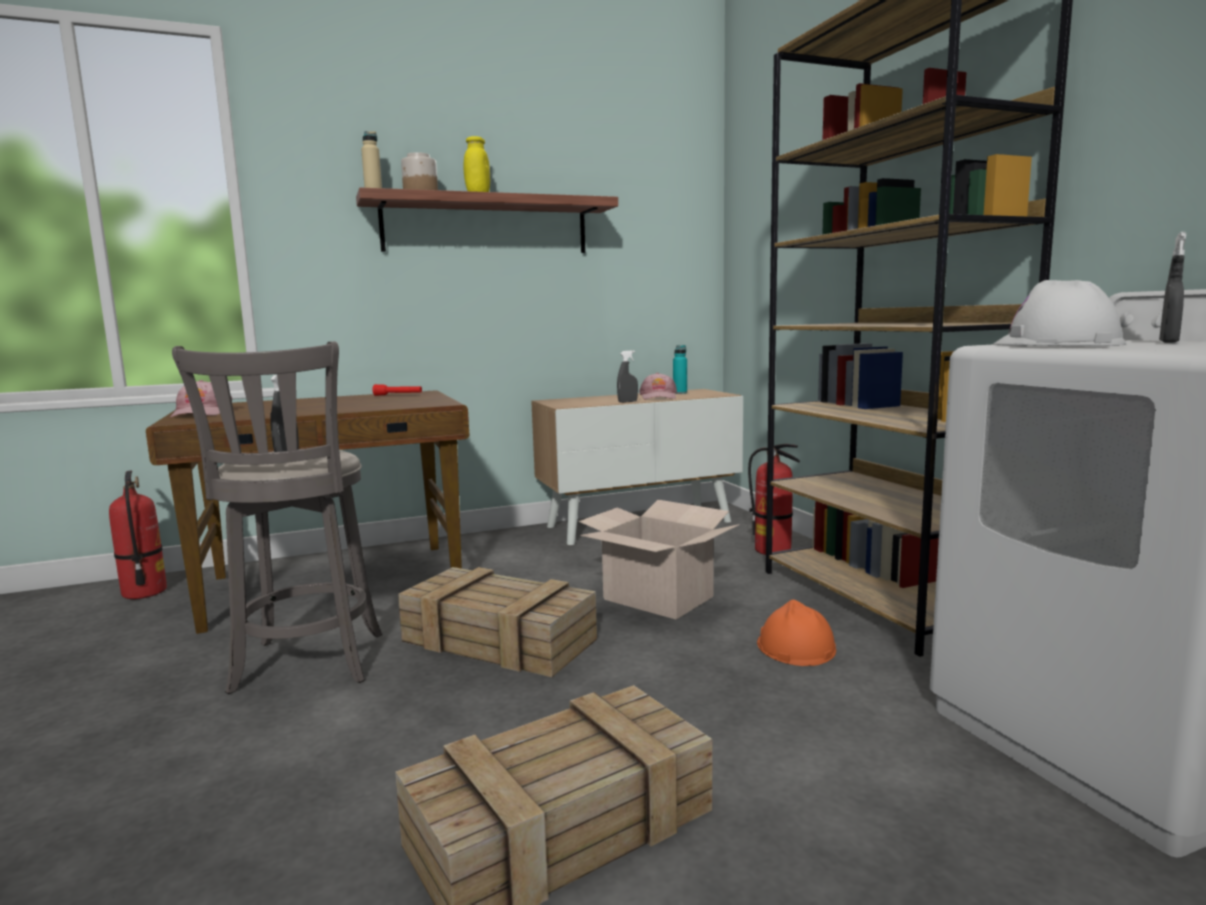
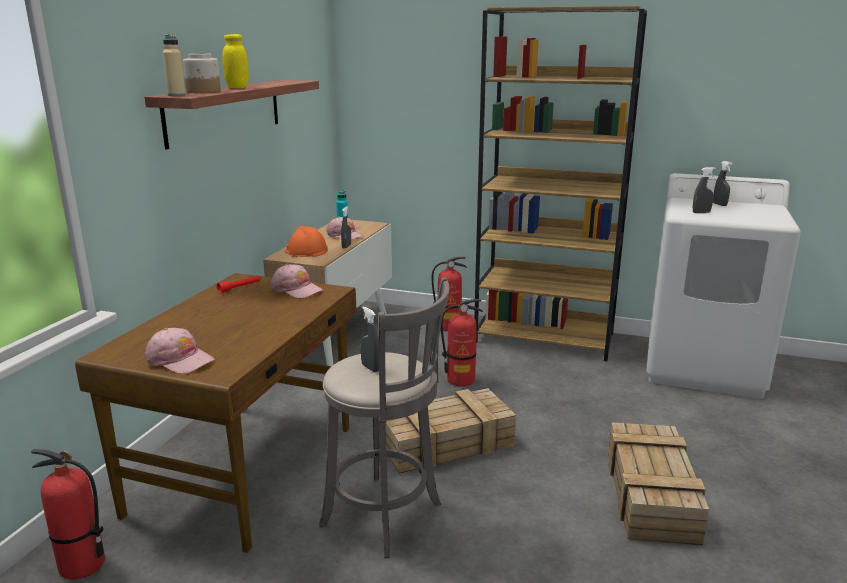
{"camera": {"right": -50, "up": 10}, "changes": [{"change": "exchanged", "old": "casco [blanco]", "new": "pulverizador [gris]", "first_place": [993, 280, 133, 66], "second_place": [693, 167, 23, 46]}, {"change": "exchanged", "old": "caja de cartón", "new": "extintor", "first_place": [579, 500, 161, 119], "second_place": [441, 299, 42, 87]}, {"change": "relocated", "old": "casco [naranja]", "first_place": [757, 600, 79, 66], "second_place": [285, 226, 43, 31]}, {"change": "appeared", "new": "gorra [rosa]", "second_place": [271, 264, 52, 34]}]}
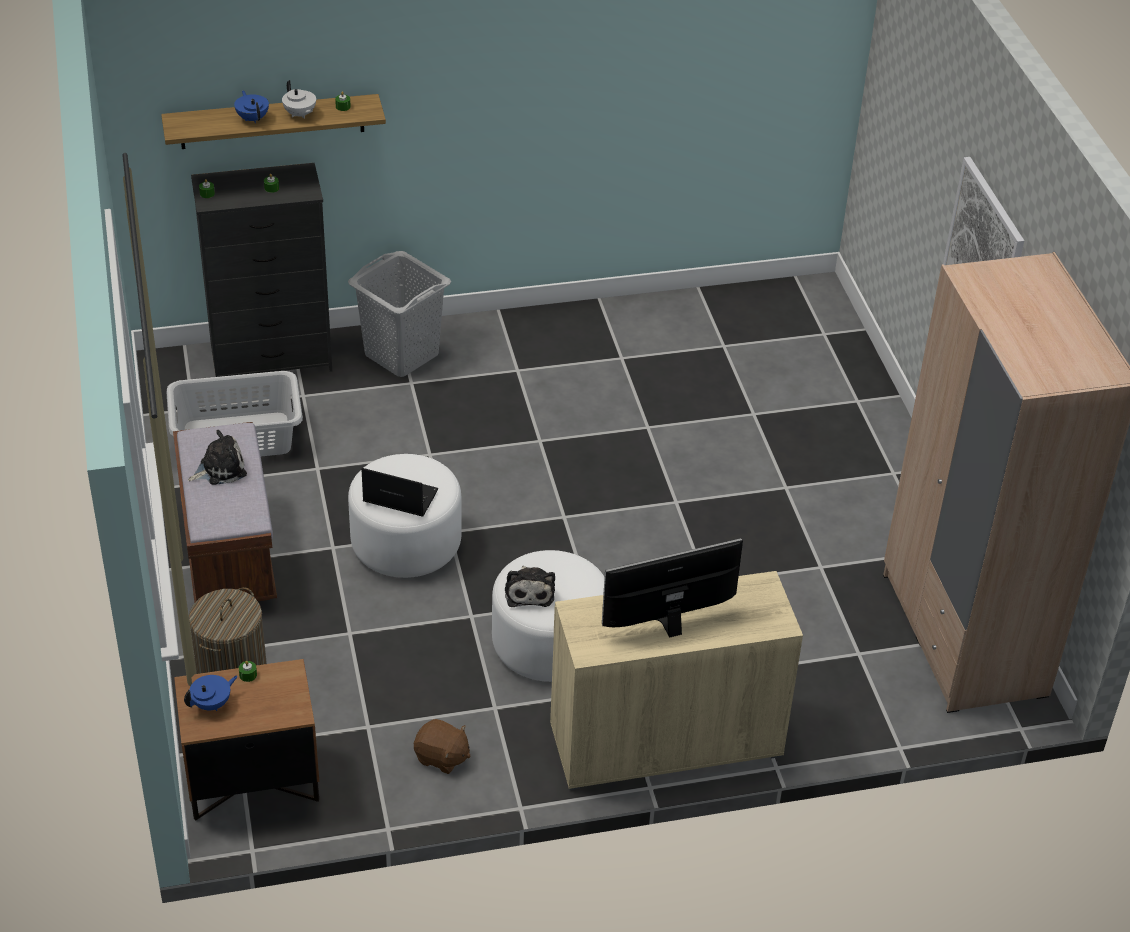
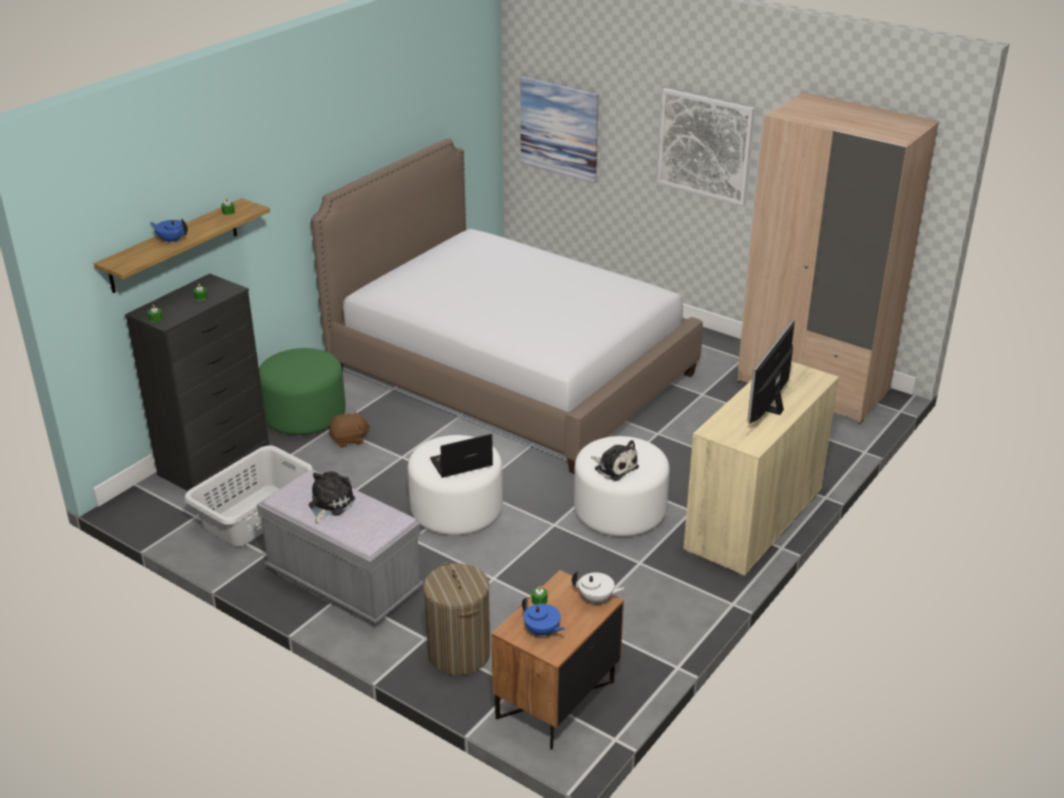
{"camera": {"right": -40, "up": -10}, "changes": [{"change": "relocated", "old": "tetera [blanco]", "first_place": [282, 80, 34, 39], "second_place": [572, 571, 52, 34]}, {"change": "exchanged", "old": "cesto de la ropa [gris]", "new": "puf [verde]", "first_place": [348, 251, 103, 126], "second_place": [259, 348, 87, 87]}, {"change": "colour", "old": "banco [marrón]", "new": "banco [gris]", "first_place": [173, 422, 104, 181], "second_place": [257, 470, 166, 156]}, {"change": "spun", "old": "tetera [azul]", "first_place": [184, 675, 54, 36], "second_place": [522, 597, 43, 39], "degrees": 120}, {"change": "relocated", "old": "peluche [marrón]", "first_place": [414, 719, 57, 55], "second_place": [329, 411, 41, 37]}, {"change": "appeared", "new": "cuadro", "second_place": [520, 77, 79, 107]}, {"change": "appeared", "new": "cama", "second_place": [311, 138, 392, 336]}]}
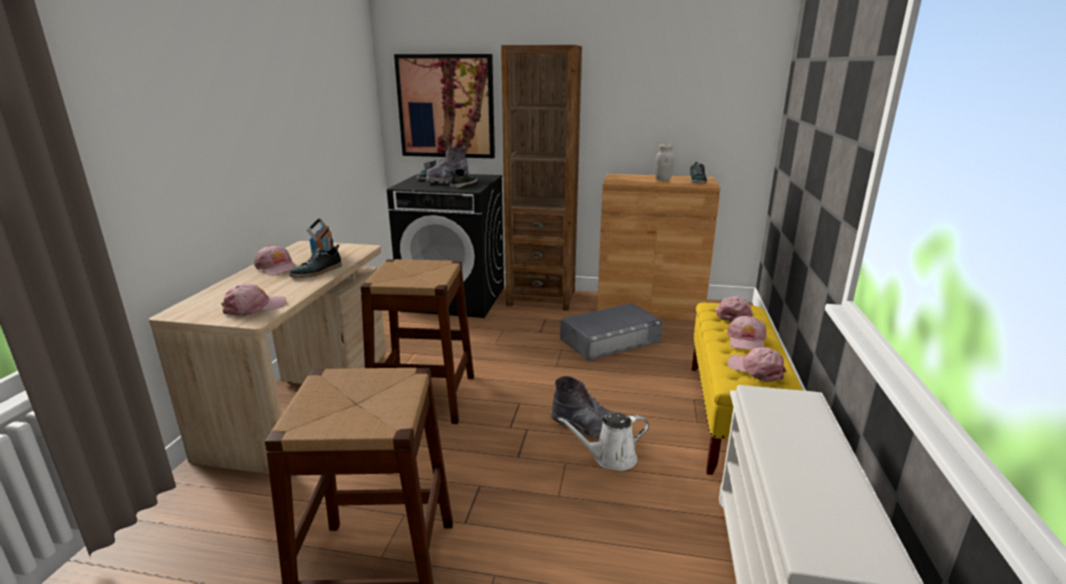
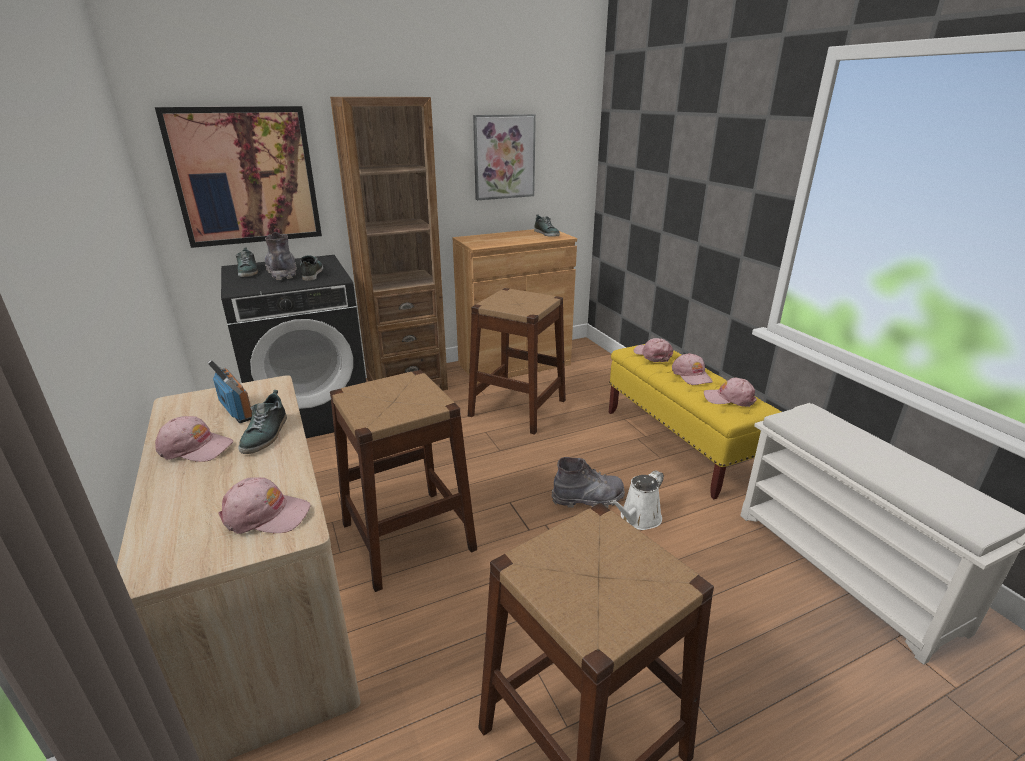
{"camera": {"right": -35, "up": 5}, "changes": [{"change": "missing", "old": "tarro [blanco]", "first_place": [655, 144, 19, 36]}, {"change": "spun", "old": "bota [gris]", "first_place": [426, 146, 43, 38], "second_place": [265, 232, 32, 48], "degrees": 150}, {"change": "spun", "old": "gorra [rosa]", "first_place": [221, 283, 65, 33], "second_place": [218, 477, 93, 57], "degrees": 75}, {"change": "exchanged", "old": "caja de almacenaje [gris]", "new": "taburete [marrón]", "first_place": [560, 303, 102, 58], "second_place": [468, 288, 98, 147]}, {"change": "appeared", "new": "cuadro", "second_place": [473, 114, 63, 86]}]}
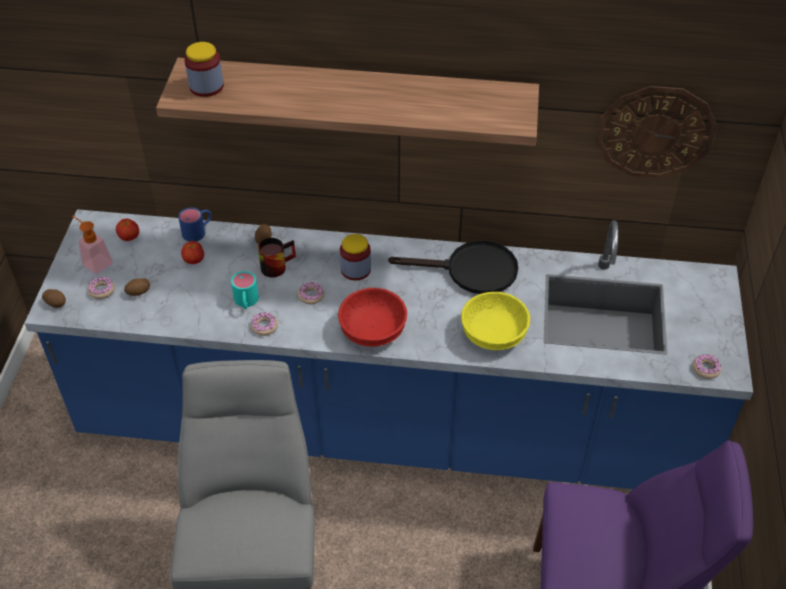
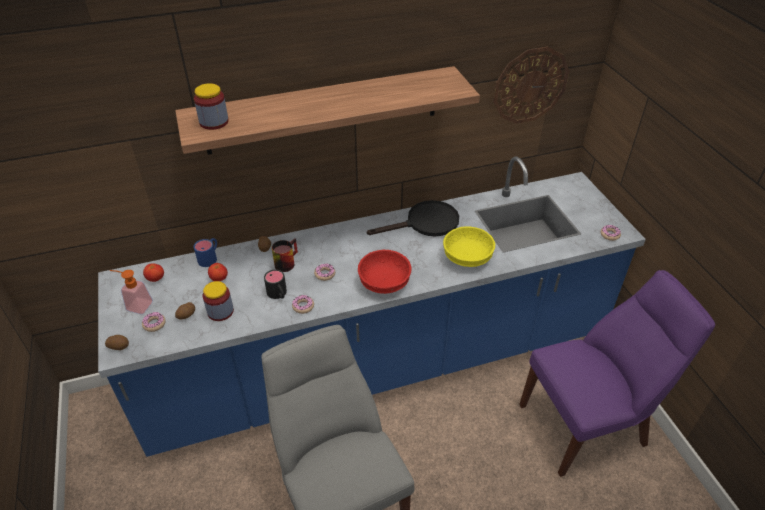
{"camera": {"right": -25, "up": -5}, "changes": [{"change": "relocated", "old": "tarro", "first_place": [340, 234, 31, 47], "second_place": [203, 281, 31, 40]}, {"change": "colour", "old": "taza grande [turquesa]", "new": "taza grande [negro]", "first_place": [231, 271, 28, 38], "second_place": [264, 269, 23, 30]}]}
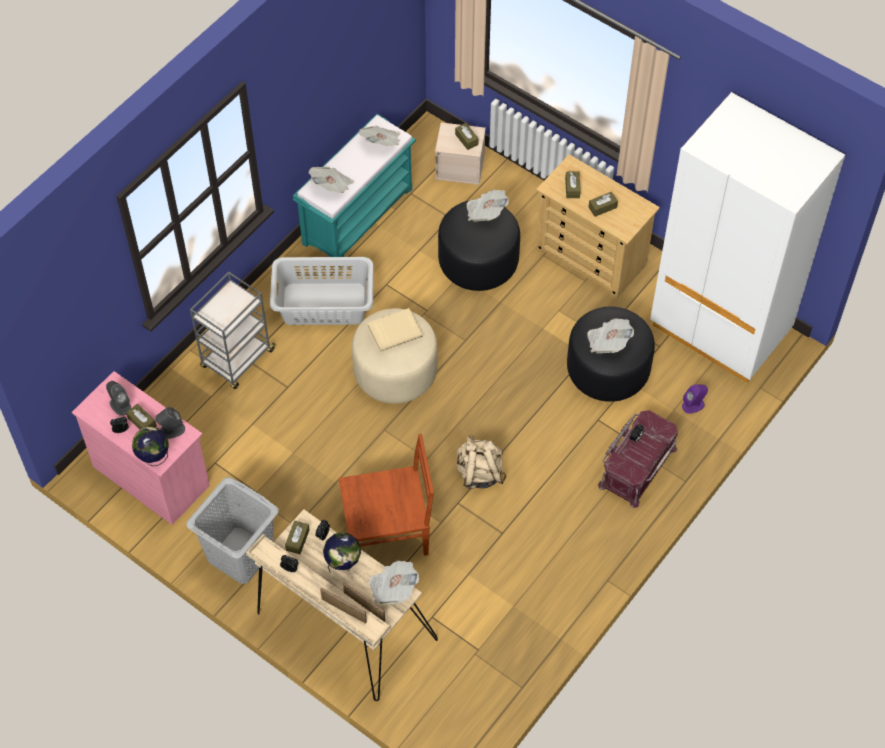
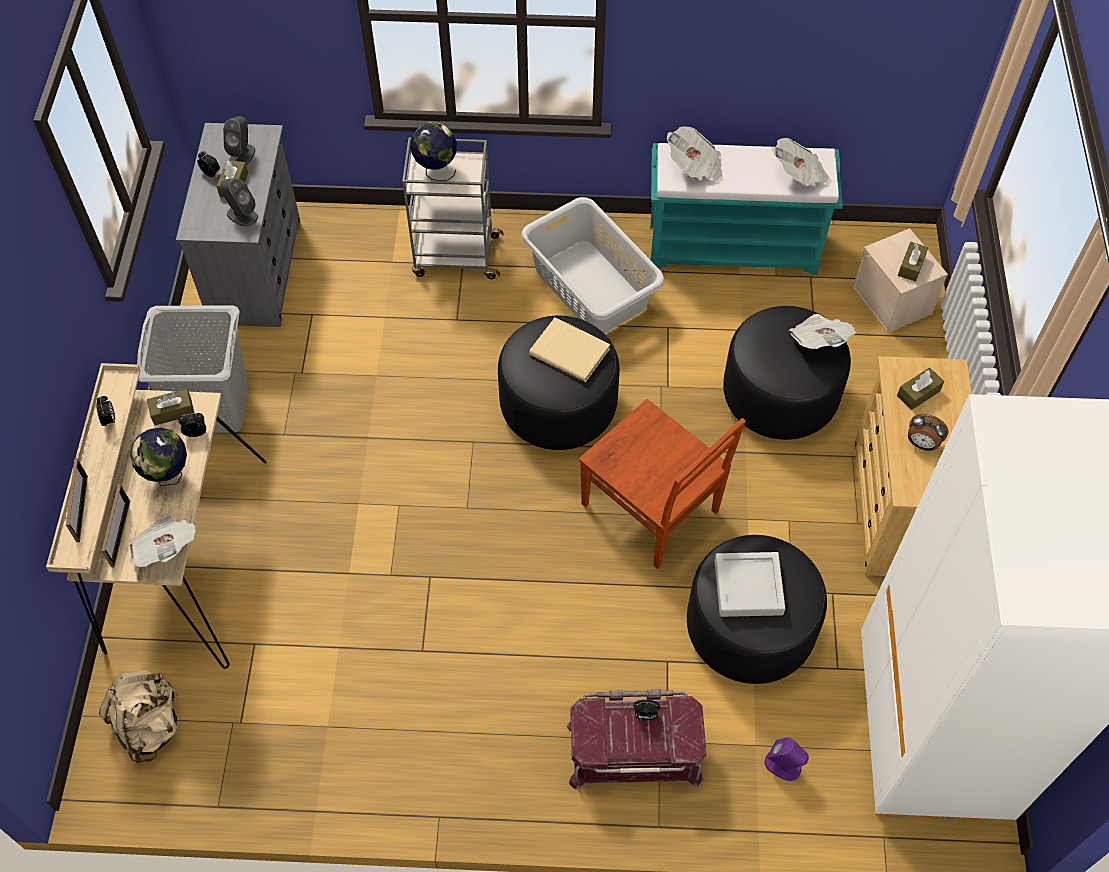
{"camera": {"right": 55, "up": 0}, "changes": [{"change": "exchanged", "old": "caja de pañuelos [marrón]", "new": "despertador", "first_place": [589, 192, 29, 25], "second_place": [908, 414, 41, 37]}, {"change": "colour", "old": "puf [beis]", "new": "puf [negro]", "first_place": [352, 308, 85, 96], "second_place": [498, 316, 122, 134]}, {"change": "exchanged", "old": "periódico", "new": "bandeja [gris]", "first_place": [587, 318, 47, 35], "second_place": [715, 552, 70, 65]}, {"change": "colour", "old": "cómoda [rosa]", "new": "cómoda [gris]", "first_place": [72, 371, 138, 154], "second_place": [176, 123, 125, 204]}, {"change": "relocated", "old": "globo terráqueo", "first_place": [132, 427, 37, 39], "second_place": [411, 122, 46, 59]}, {"change": "relocated", "old": "silla [marrón]", "first_place": [338, 434, 96, 122], "second_place": [579, 399, 167, 170]}, {"change": "relocated", "old": "mochila [beis]", "first_place": [456, 435, 50, 54], "second_place": [99, 670, 80, 93]}]}
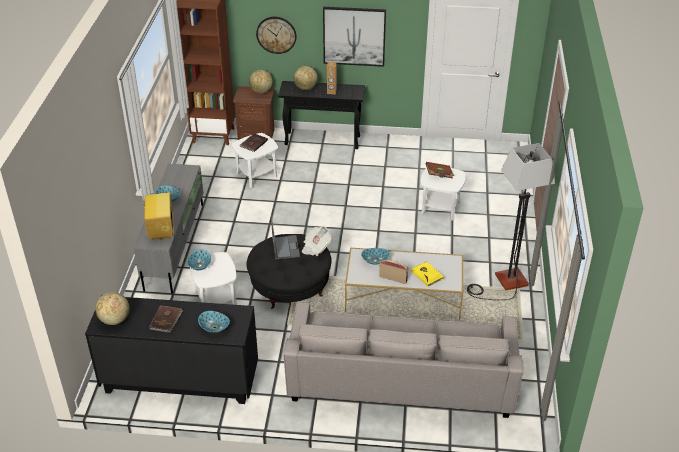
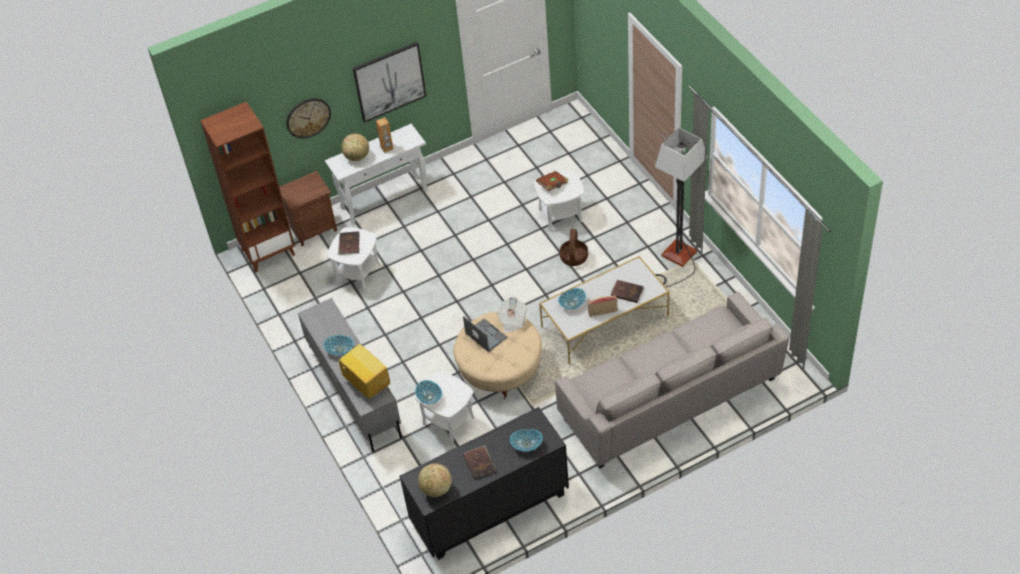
{"camera": {"right": -30, "up": 10}, "changes": [{"change": "missing", "old": "globo terráqueo", "first_place": [249, 70, 24, 23]}, {"change": "colour", "old": "mesa consola [negro]", "new": "mesa consola [blanco]", "first_place": [278, 81, 87, 68], "second_place": [325, 124, 103, 100]}, {"change": "colour", "old": "puf [negro]", "new": "puf [beis]", "first_place": [246, 234, 86, 75], "second_place": [453, 311, 89, 88]}, {"change": "colour", "old": "libro [amarillo]", "new": "libro [marrón]", "first_place": [411, 261, 33, 26], "second_place": [611, 280, 33, 23]}, {"change": "appeared", "new": "cesta", "second_place": [560, 229, 28, 37]}]}
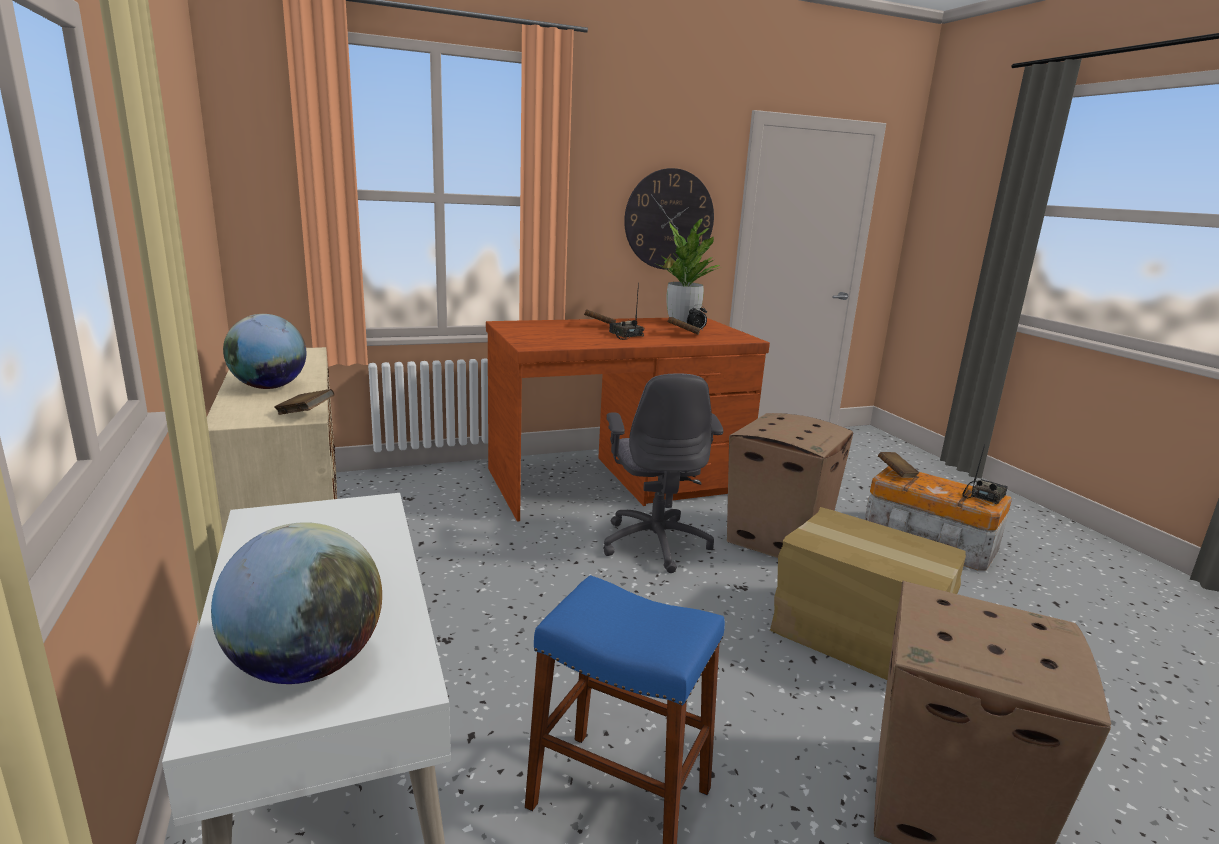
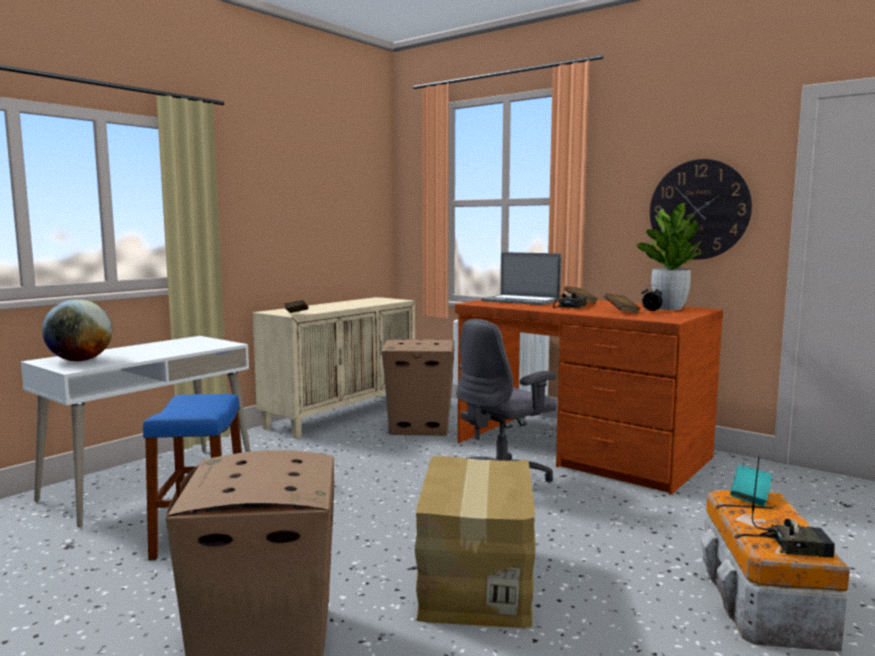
{"camera": {"right": 60, "up": -10}, "changes": [{"change": "missing", "old": "globo terráqueo", "first_place": [223, 314, 83, 75]}, {"change": "relocated", "old": "caja de cartón", "first_place": [727, 413, 126, 145], "second_place": [382, 339, 72, 97]}, {"change": "colour", "old": "libro [marrón]", "new": "libro [turquesa]", "first_place": [878, 452, 41, 26], "second_place": [730, 465, 42, 42]}, {"change": "appeared", "new": "portátil", "second_place": [481, 252, 80, 53]}]}
